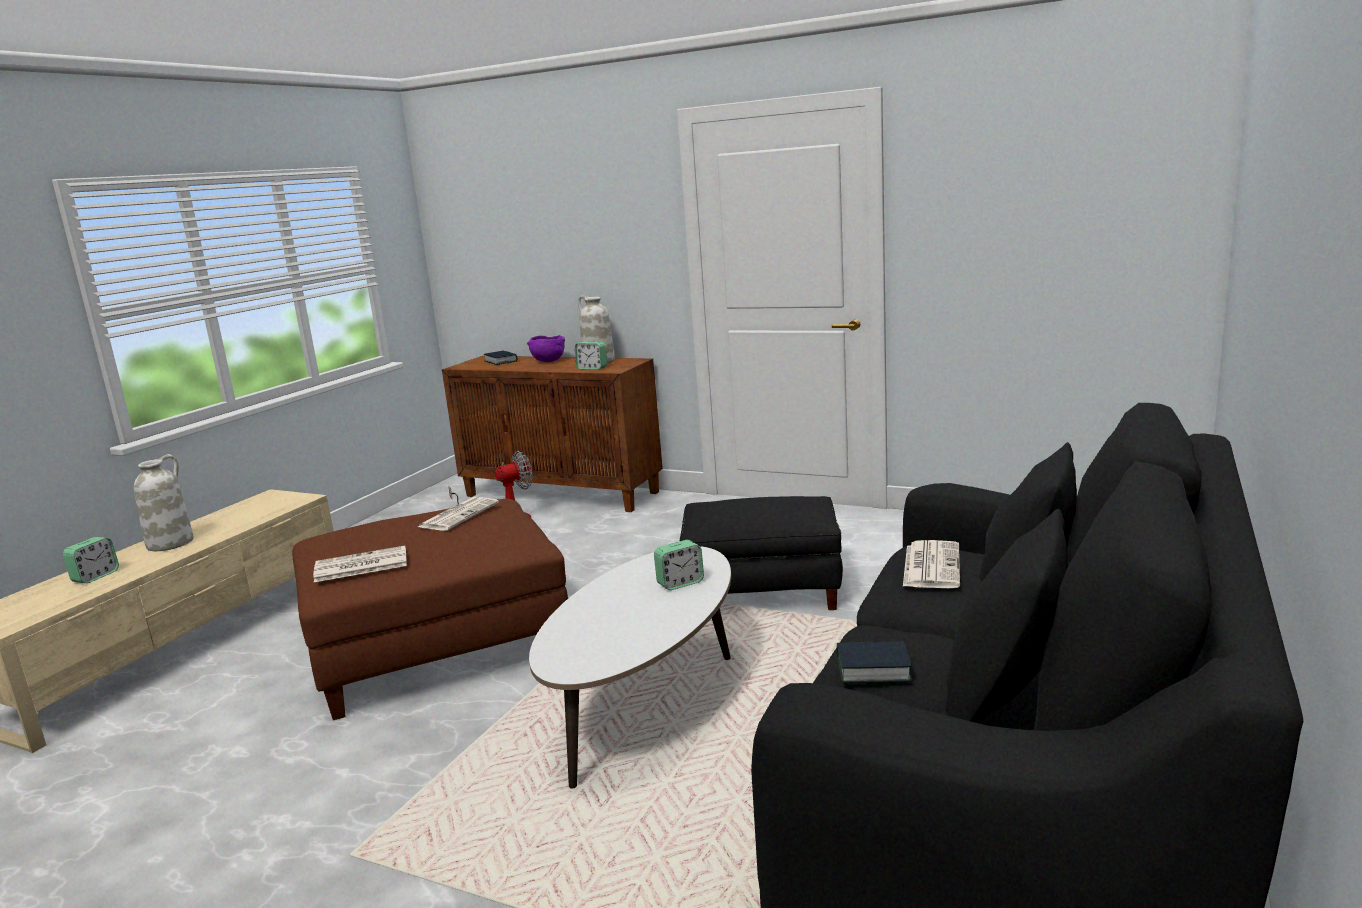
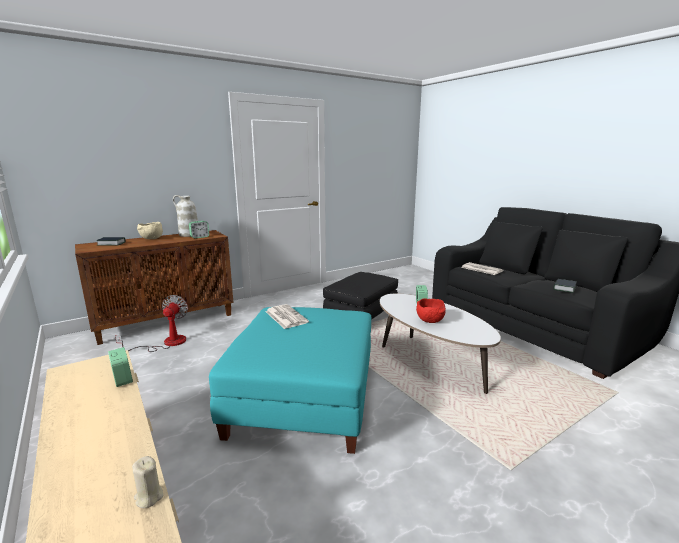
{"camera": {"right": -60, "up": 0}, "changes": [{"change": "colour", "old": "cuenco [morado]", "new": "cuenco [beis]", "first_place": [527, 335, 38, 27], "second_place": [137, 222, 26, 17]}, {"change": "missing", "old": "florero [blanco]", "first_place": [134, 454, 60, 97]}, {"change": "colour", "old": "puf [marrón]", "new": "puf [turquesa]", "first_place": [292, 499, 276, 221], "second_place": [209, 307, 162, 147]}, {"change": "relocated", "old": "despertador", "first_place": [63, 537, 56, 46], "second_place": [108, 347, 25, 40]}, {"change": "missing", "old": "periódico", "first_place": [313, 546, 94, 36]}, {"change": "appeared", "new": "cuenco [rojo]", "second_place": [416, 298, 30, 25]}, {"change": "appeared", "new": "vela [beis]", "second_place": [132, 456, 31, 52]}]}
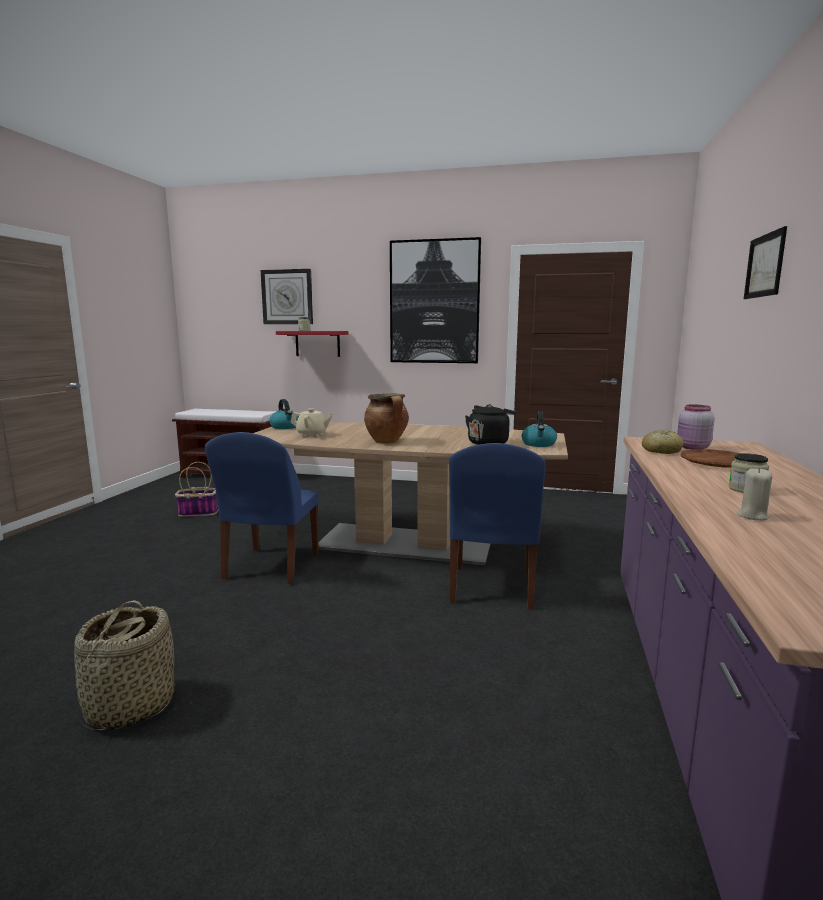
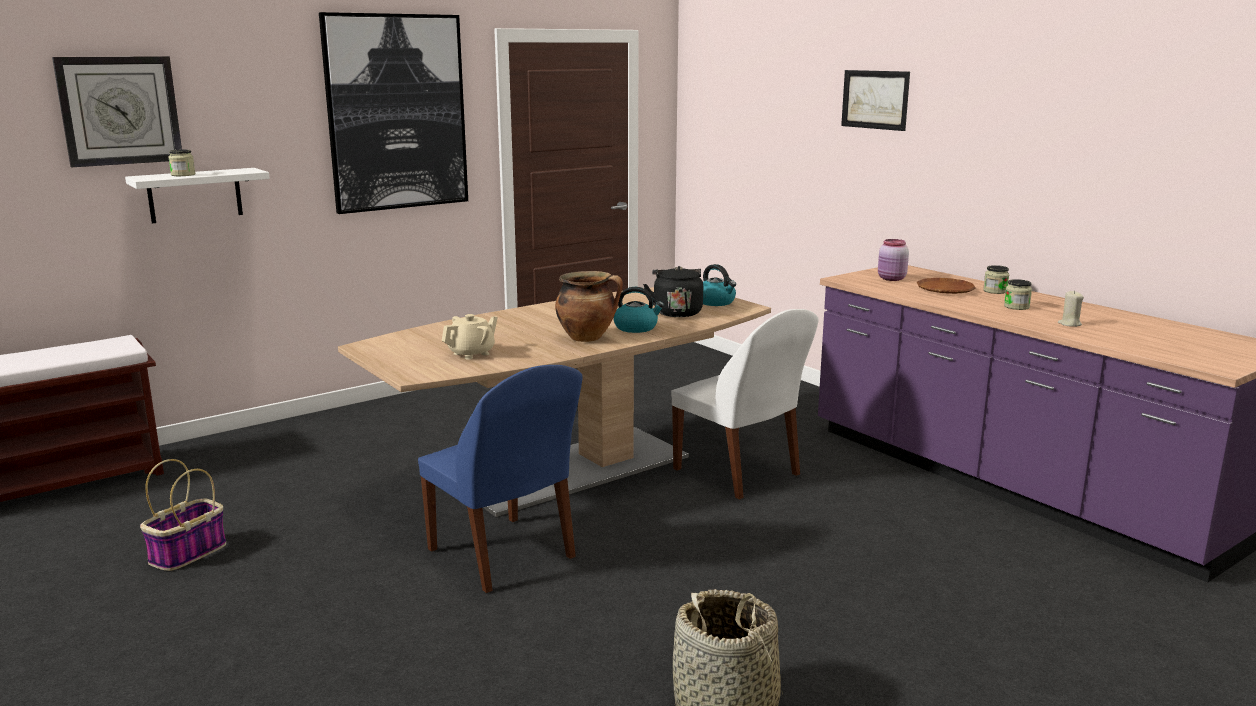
{"camera": {"right": -50, "up": 5}, "changes": [{"change": "colour", "old": "estante [rojo]", "new": "estante [blanco]", "first_place": [276, 331, 72, 26], "second_place": [125, 168, 145, 55]}, {"change": "relocated", "old": "hervidor", "first_place": [269, 399, 30, 30], "second_place": [613, 287, 51, 46]}, {"change": "missing", "old": "pan", "first_place": [642, 429, 42, 25]}, {"change": "colour", "old": "silla [azul]", "new": "silla [blanco]", "first_place": [449, 443, 97, 166], "second_place": [671, 309, 148, 191]}, {"change": "appeared", "new": "tarro", "second_place": [983, 265, 26, 29]}]}
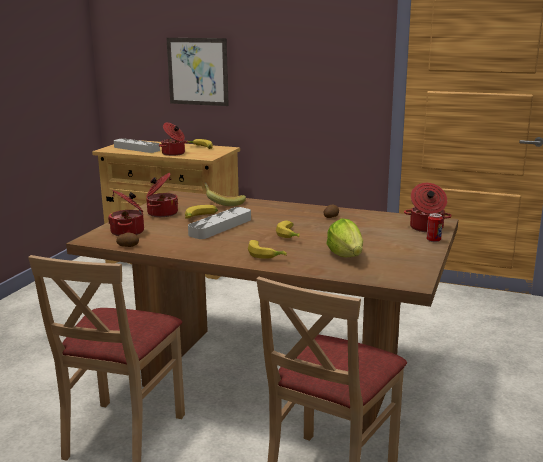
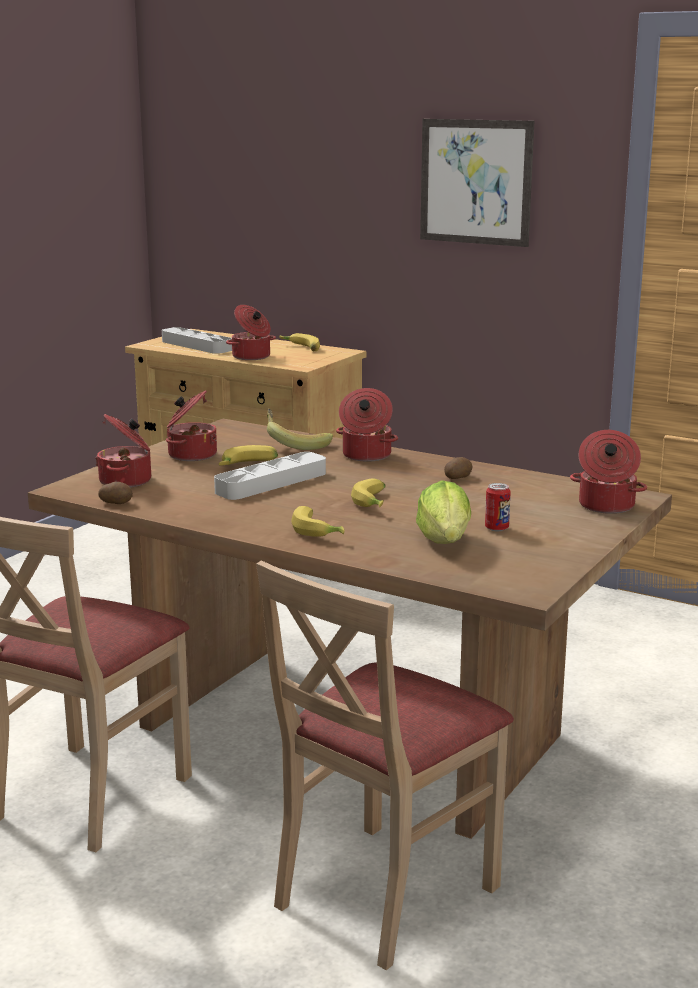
{"camera": {"right": 10, "up": 0}, "changes": [{"change": "relocated", "old": "cuadro", "first_place": [167, 38, 62, 68], "second_place": [420, 119, 114, 128]}, {"change": "relocated", "old": "lata", "first_place": [427, 213, 16, 29], "second_place": [485, 483, 26, 48]}, {"change": "appeared", "new": "olla", "second_place": [336, 388, 62, 74]}]}
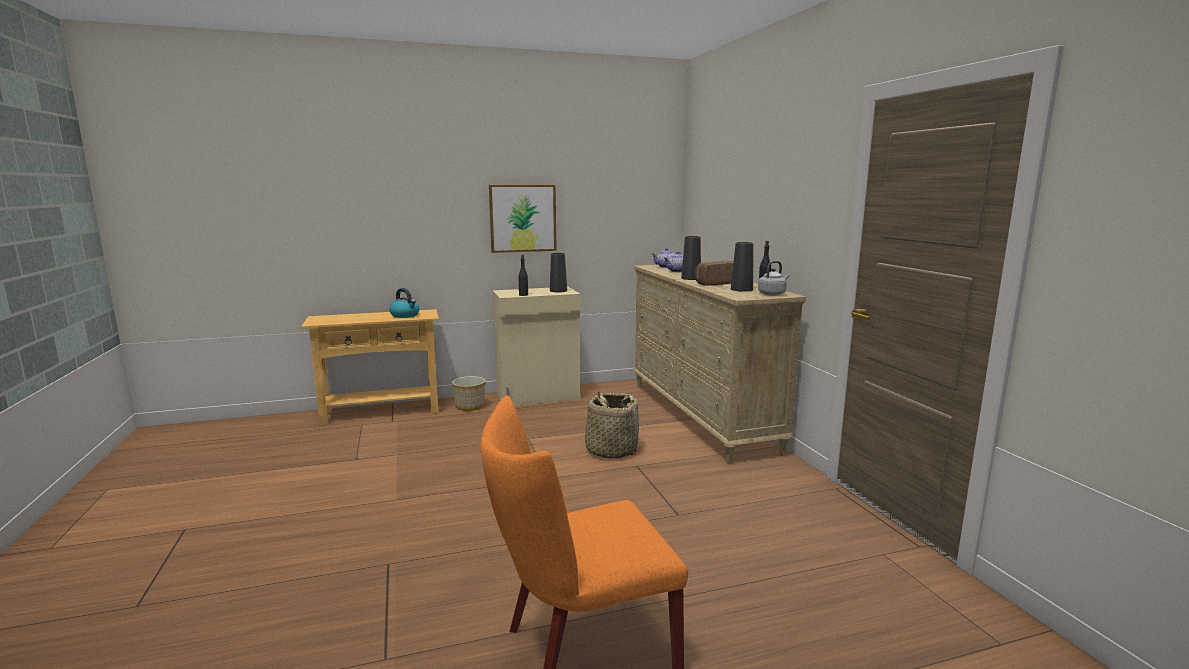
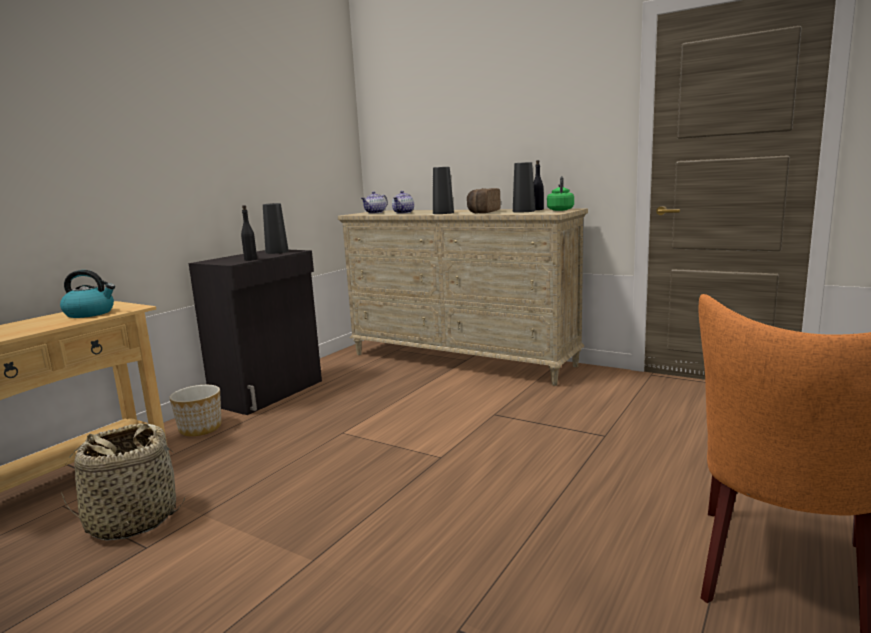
{"camera": {"right": -40, "up": 0}, "changes": [{"change": "missing", "old": "cuadro", "first_place": [489, 185, 68, 68]}, {"change": "colour", "old": "hervidor [gris]", "new": "hervidor [verde]", "first_place": [758, 261, 31, 35], "second_place": [547, 176, 27, 35]}, {"change": "colour", "old": "armario [beis]", "new": "armario [negro]", "first_place": [493, 287, 88, 119], "second_place": [189, 250, 133, 165]}, {"change": "relocated", "old": "cesta", "first_place": [581, 392, 60, 67], "second_place": [61, 424, 125, 117]}]}
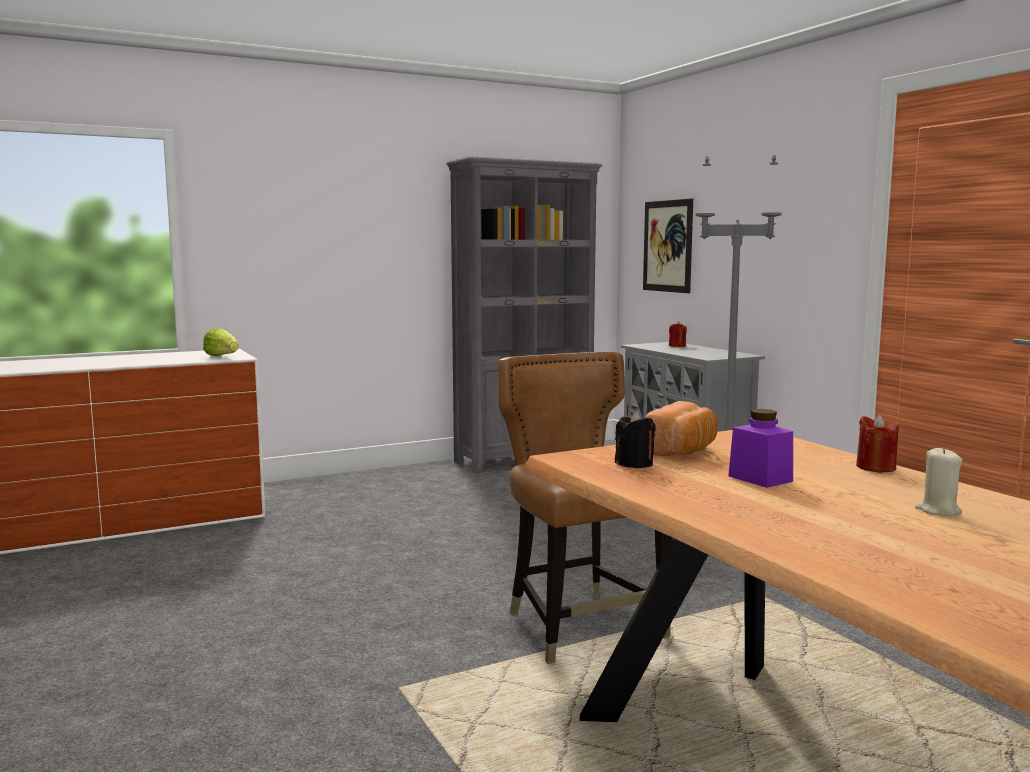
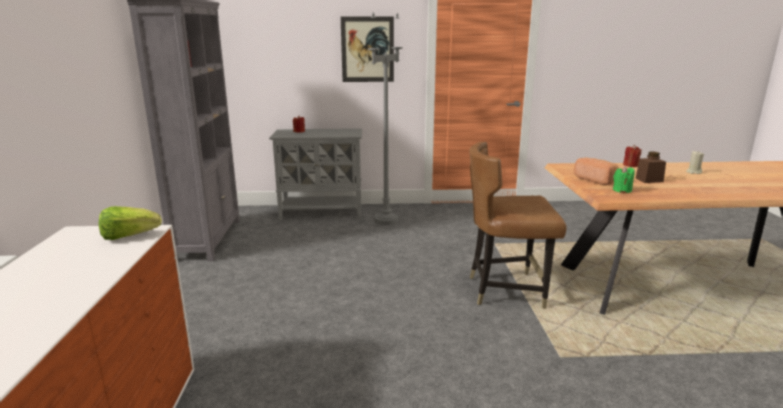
{"camera": {"right": -65, "up": 10}, "changes": [{"change": "relocated", "old": "cuadro", "first_place": [643, 198, 50, 95], "second_place": [341, 16, 53, 66]}, {"change": "colour", "old": "tarro [morado]", "new": "tarro [marrón]", "first_place": [728, 409, 65, 79], "second_place": [635, 151, 31, 32]}, {"change": "colour", "old": "vela [negro]", "new": "vela [verde]", "first_place": [615, 411, 41, 57], "second_place": [613, 166, 22, 27]}]}
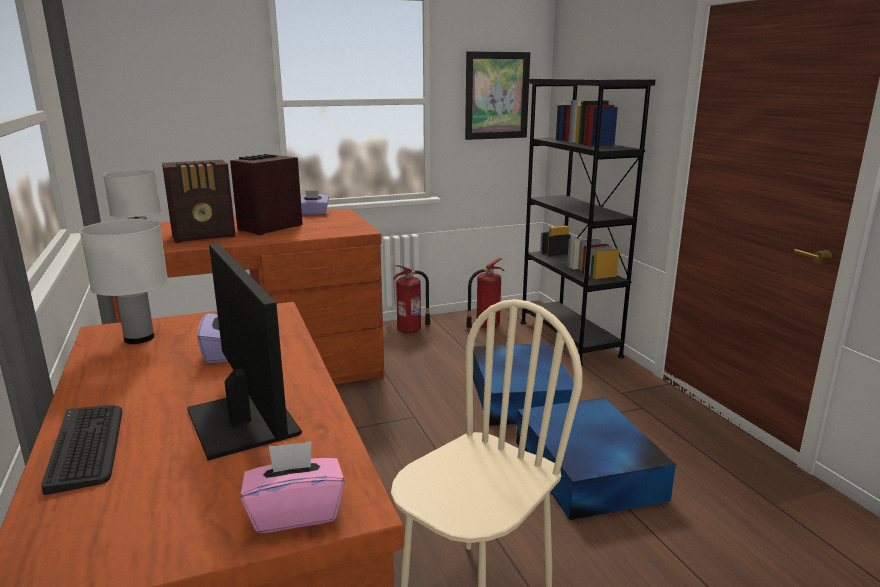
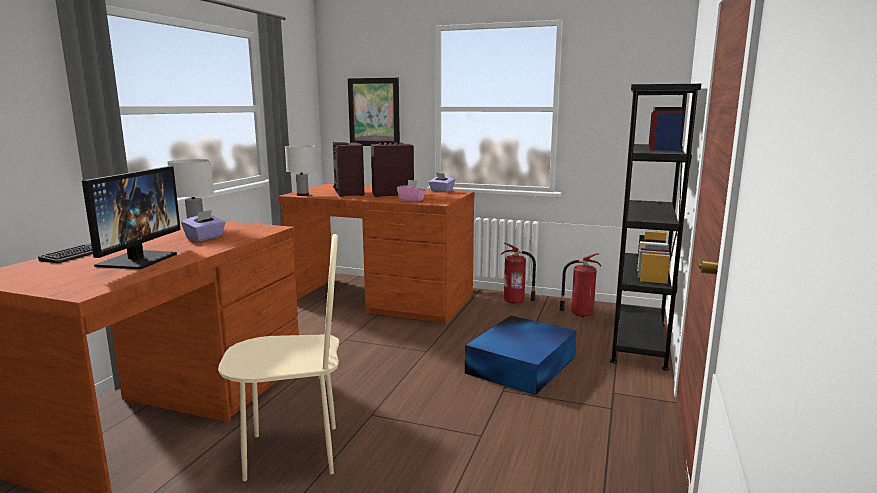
{"camera": {"right": 40, "up": -5}, "changes": [{"change": "relocated", "old": "cuadro", "first_place": [465, 51, 65, 89], "second_place": [348, 78, 52, 68]}, {"change": "spun", "old": "radio", "first_place": [162, 160, 74, 83], "second_place": [333, 142, 32, 55], "degrees": 60}, {"change": "missing", "old": "caja de almacenaje [azul]", "first_place": [516, 398, 160, 122]}, {"change": "relocated", "old": "caja de pañuelos [rosa]", "first_place": [241, 441, 104, 92], "second_place": [397, 180, 29, 22]}]}
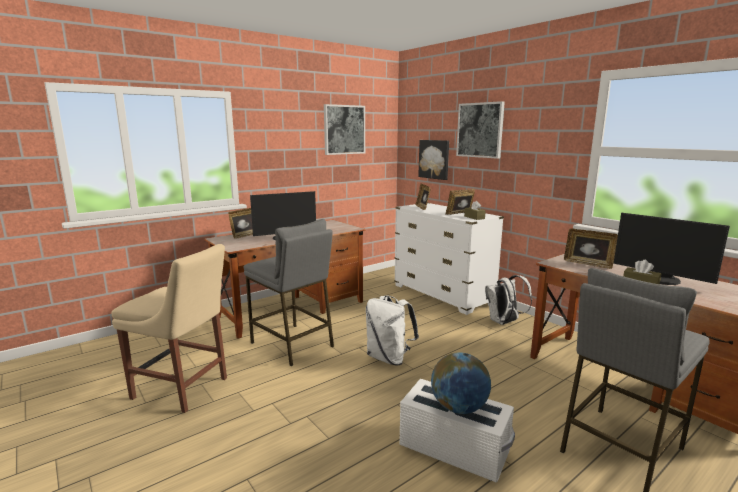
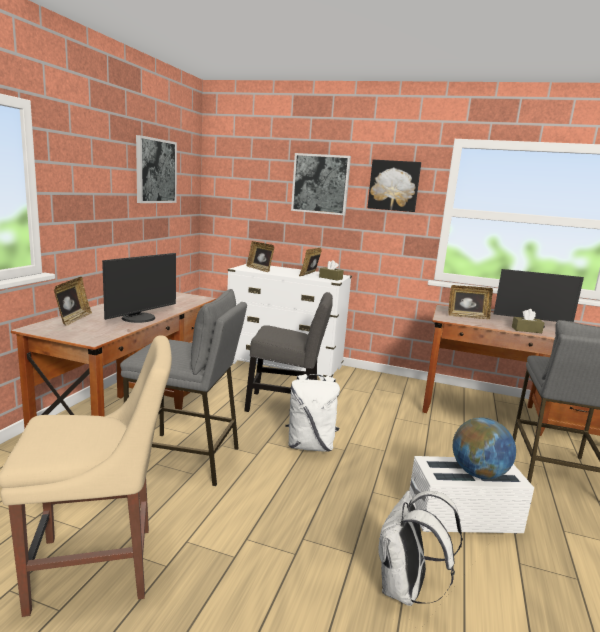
{"camera": {"right": -35, "up": 0}, "changes": [{"change": "relocated", "old": "cuadro", "first_place": [418, 140, 31, 40], "second_place": [367, 160, 54, 52]}, {"change": "relocated", "old": "mochila [blanco]", "first_place": [485, 275, 47, 50], "second_place": [379, 490, 84, 116]}, {"change": "appeared", "new": "silla [gris]", "second_place": [244, 292, 89, 120]}]}
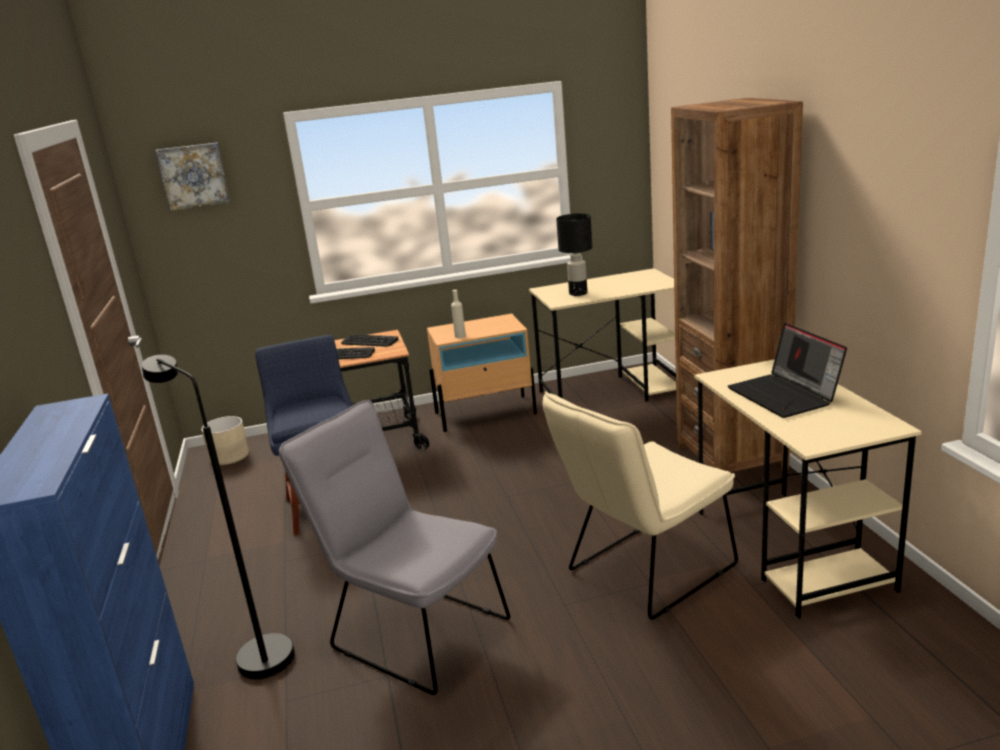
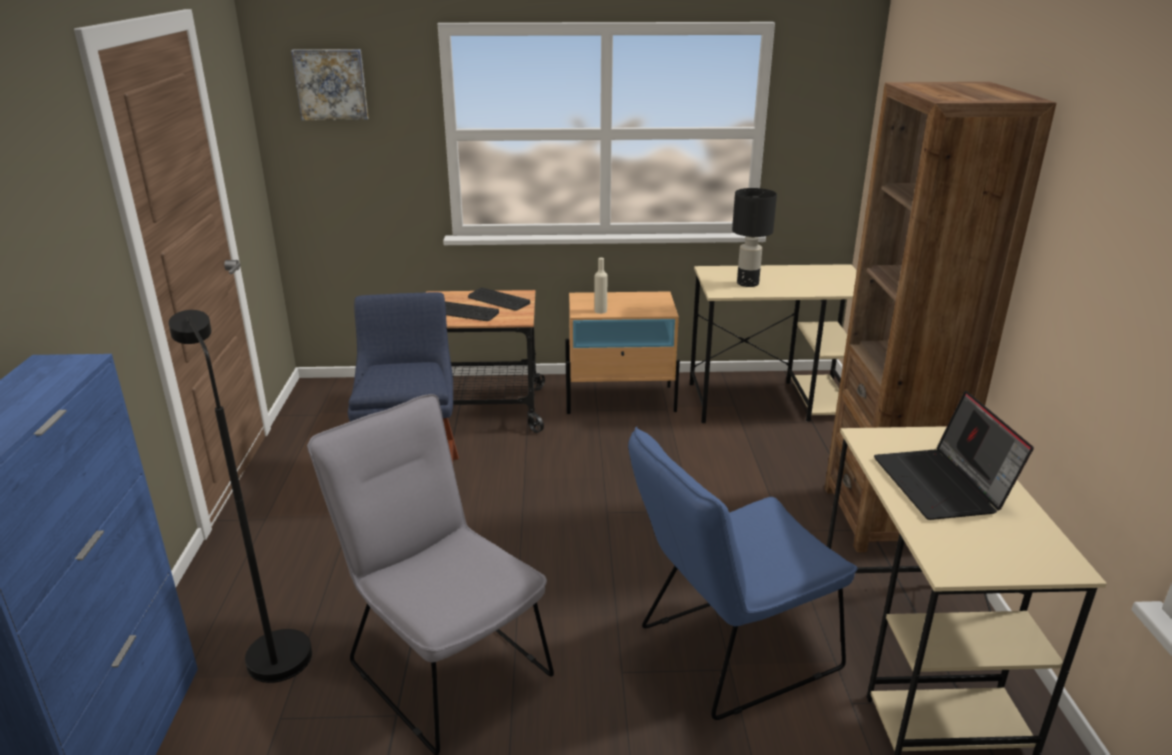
{"camera": {"right": 10, "up": 5}, "changes": [{"change": "colour", "old": "silla [beis]", "new": "silla [azul]", "first_place": [543, 391, 195, 229], "second_place": [628, 427, 230, 293]}, {"change": "missing", "old": "maceta [beis]", "first_place": [201, 416, 48, 49]}]}
